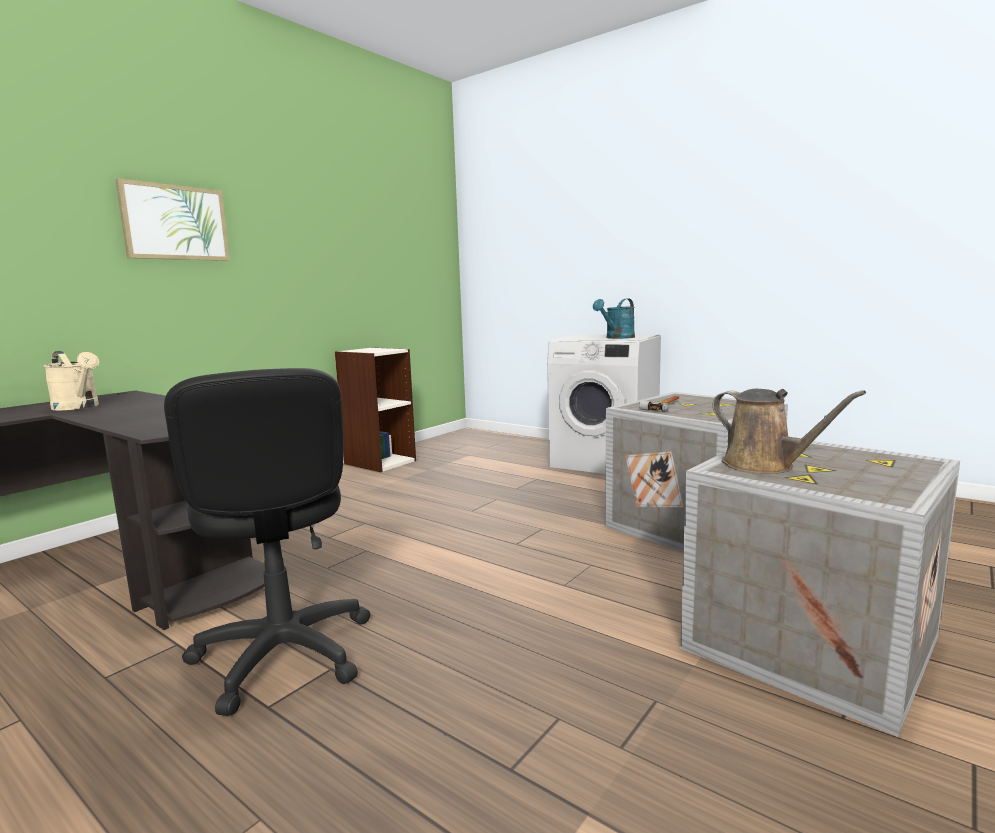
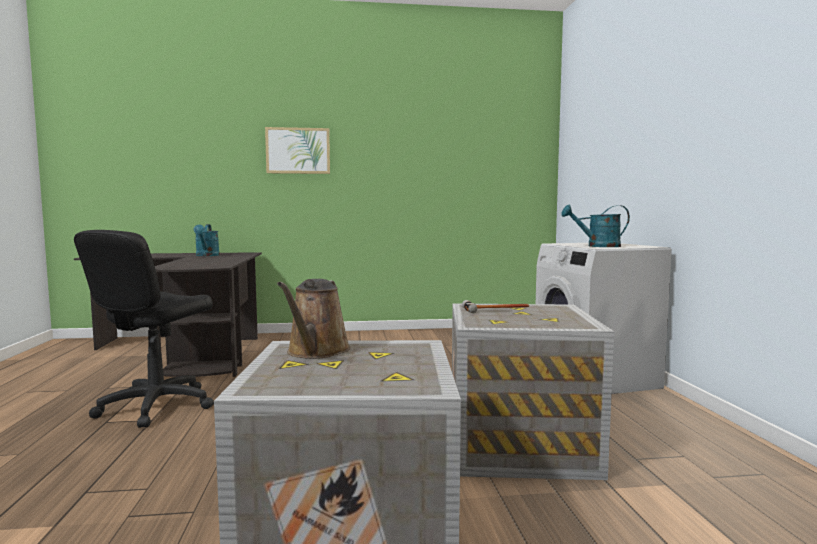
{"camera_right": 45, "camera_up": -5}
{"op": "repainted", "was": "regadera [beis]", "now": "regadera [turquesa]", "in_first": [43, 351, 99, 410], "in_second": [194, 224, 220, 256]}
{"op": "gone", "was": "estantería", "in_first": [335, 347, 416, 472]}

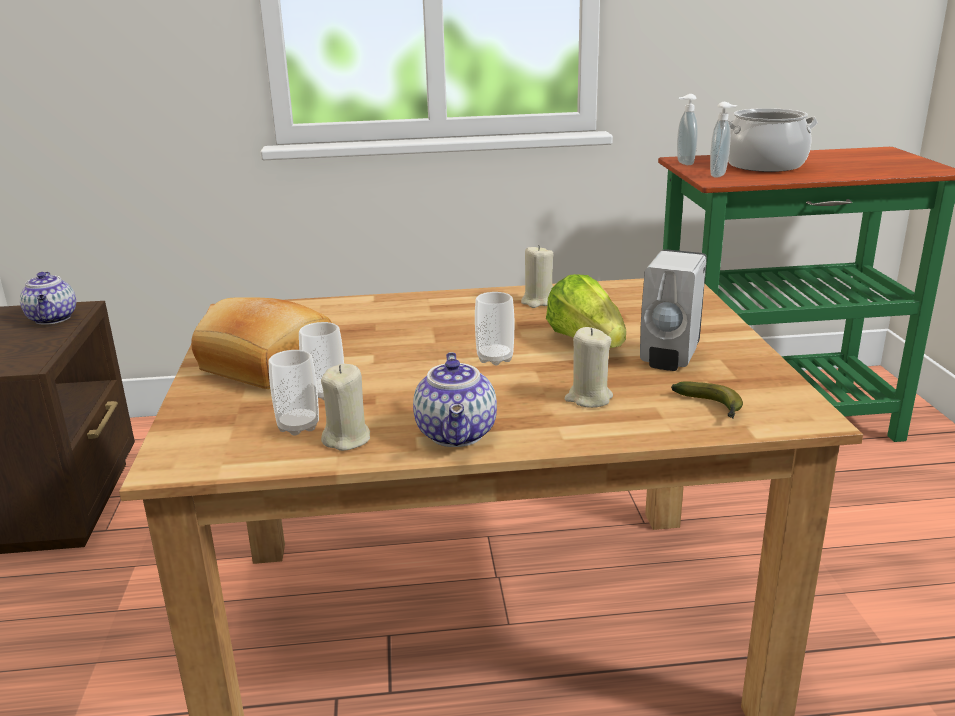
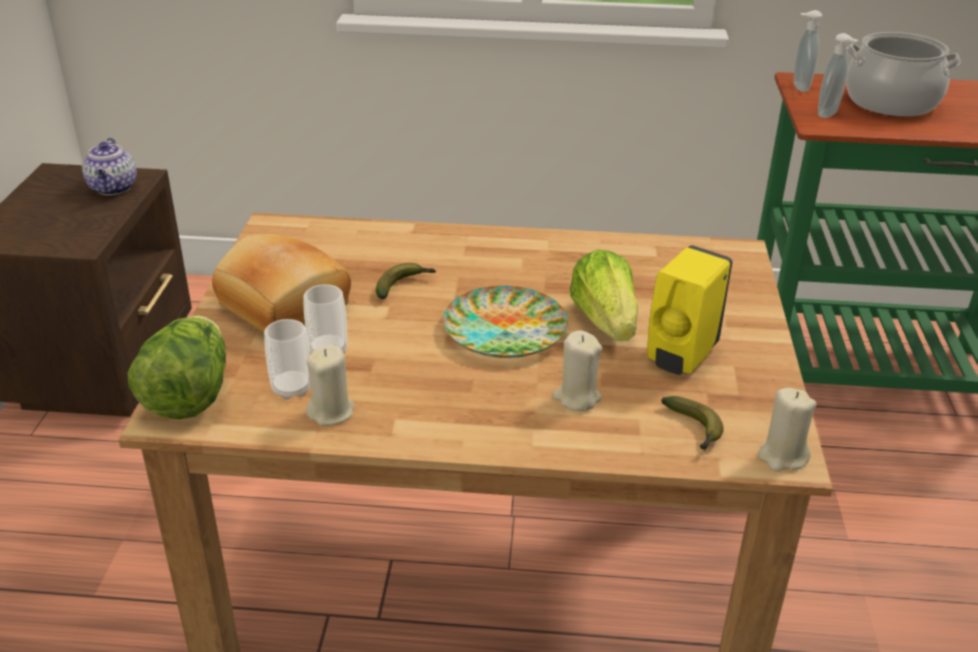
{"camera_right": 10, "camera_up": 10}
{"op": "gone", "was": "tetera", "in_first": [413, 352, 497, 447]}
{"op": "swapped", "was": "taza", "now": "plato", "in_first": [475, 292, 514, 365], "in_second": [443, 286, 568, 358]}
{"op": "shifted", "was": "vela [beis]", "in_first": [521, 245, 553, 308], "in_second": [758, 388, 816, 472]}
{"op": "repainted", "was": "dispensador de jabón [blanco]", "now": "dispensador de jabón [amarillo]", "in_first": [640, 249, 707, 371], "in_second": [647, 245, 732, 375]}
{"op": "new", "now": "lechuga", "in_second": [127, 316, 226, 419]}
{"op": "new", "now": "plátano", "in_second": [376, 263, 436, 299]}

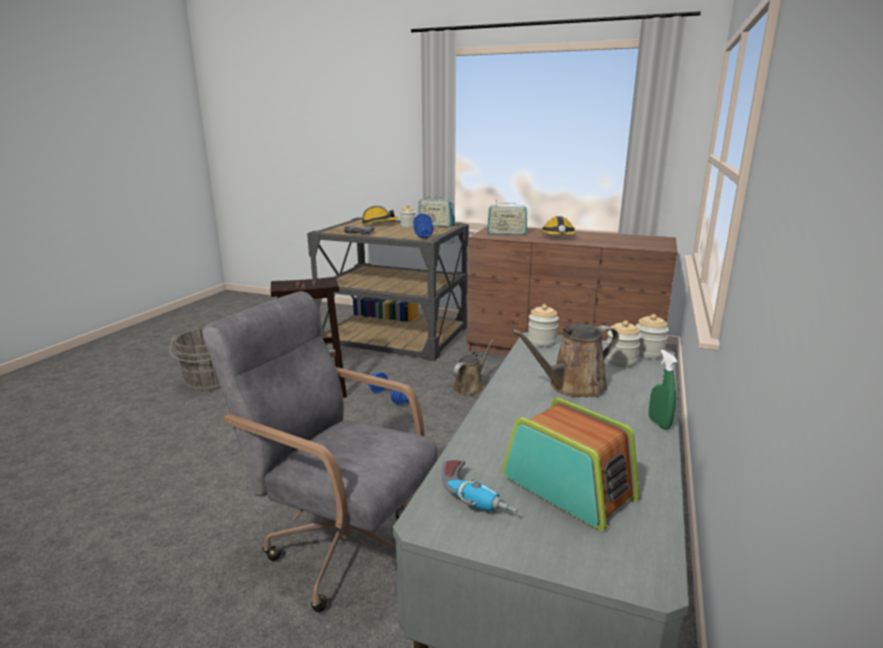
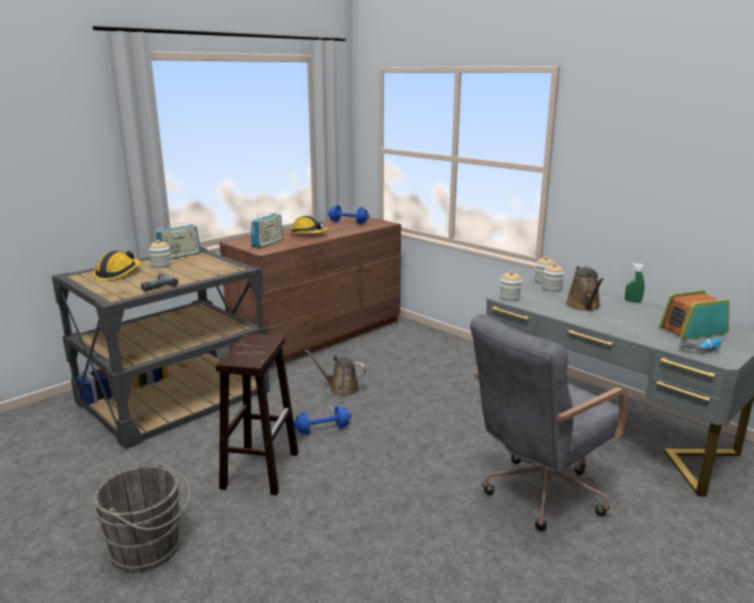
{"camera_right": -65, "camera_up": 0}
{"op": "shifted", "was": "mancuerna [azul]", "in_first": [414, 214, 433, 238], "in_second": [328, 205, 369, 224]}
{"op": "rotated", "was": "regadera [marrón]", "in_first": [453, 340, 494, 395], "in_second": [305, 350, 366, 396], "clockwise": -45}

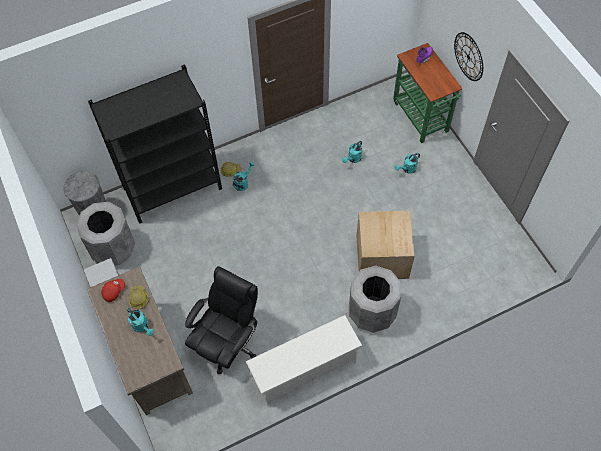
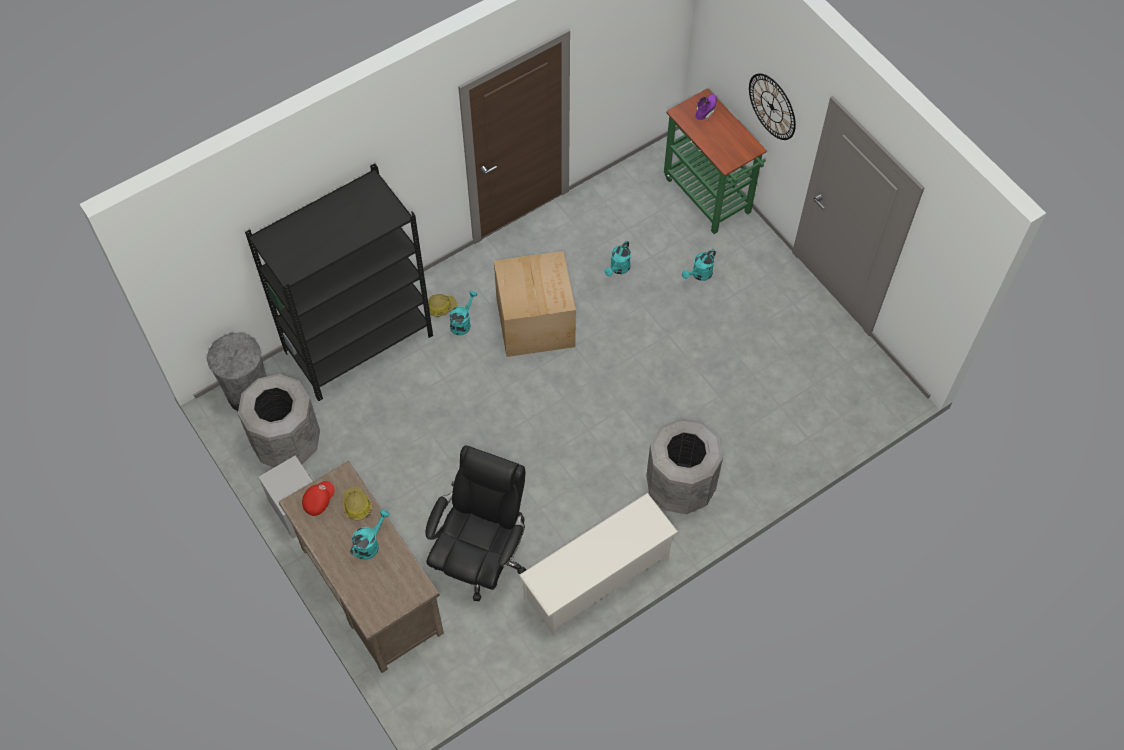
{"camera_right": -10, "camera_up": 0}
{"op": "rotated", "was": "regadera [turquesa]", "in_first": [127, 308, 154, 336], "in_second": [350, 510, 390, 560], "clockwise": -90}
{"op": "shifted", "was": "caja de cartón", "in_first": [356, 211, 415, 279], "in_second": [494, 251, 576, 357]}

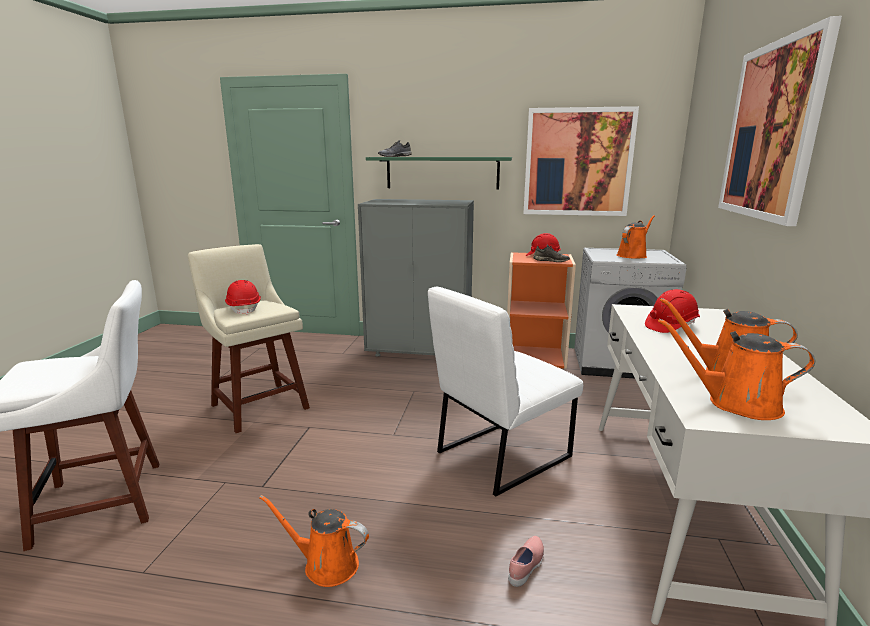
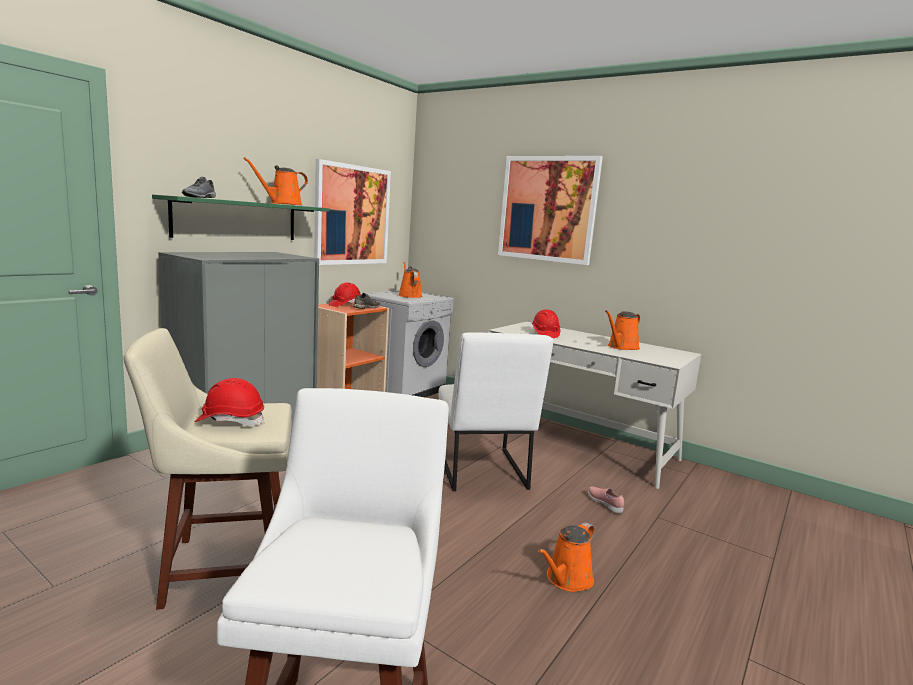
{"camera_right": -65, "camera_up": -5}
{"op": "shifted", "was": "regadera [naranja]", "in_first": [658, 319, 815, 420], "in_second": [243, 157, 308, 205]}

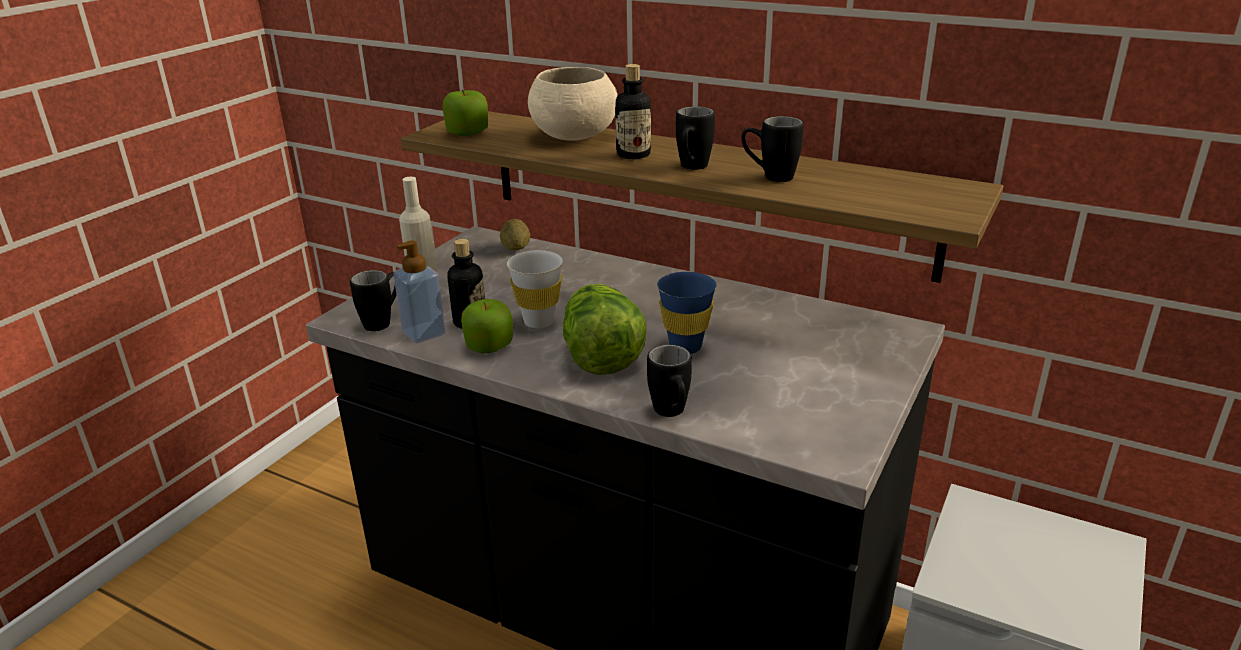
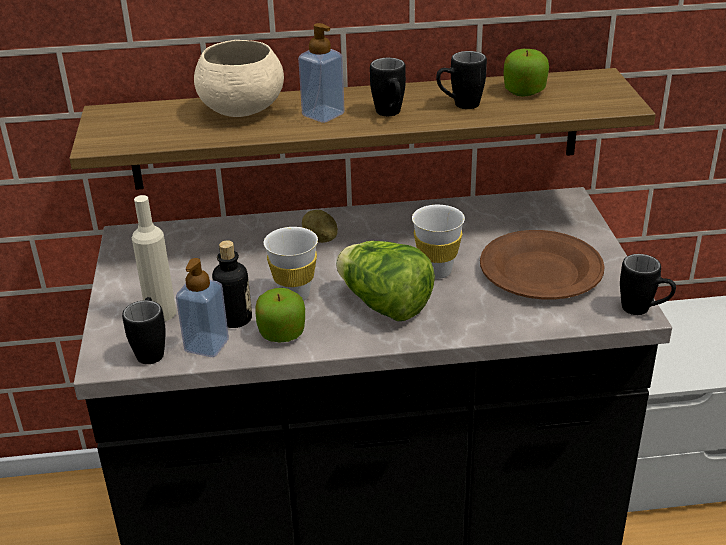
{"camera_right": -35, "camera_up": 5}
{"op": "shifted", "was": "manzana", "in_first": [443, 89, 488, 136], "in_second": [503, 49, 549, 97]}
{"op": "shifted", "was": "patata", "in_first": [500, 219, 530, 250], "in_second": [302, 210, 338, 243]}
{"op": "swapped", "was": "botella", "now": "dispensador de jabón", "in_first": [615, 64, 651, 159], "in_second": [298, 23, 345, 123]}
{"op": "shifted", "was": "taza grande [negro]", "in_first": [647, 345, 692, 417], "in_second": [620, 254, 676, 315]}
{"op": "repainted", "was": "taza [azul]", "now": "taza [blanco]", "in_first": [657, 272, 716, 354], "in_second": [412, 205, 465, 279]}
{"op": "new", "now": "plato [marrón]", "in_second": [480, 230, 604, 300]}

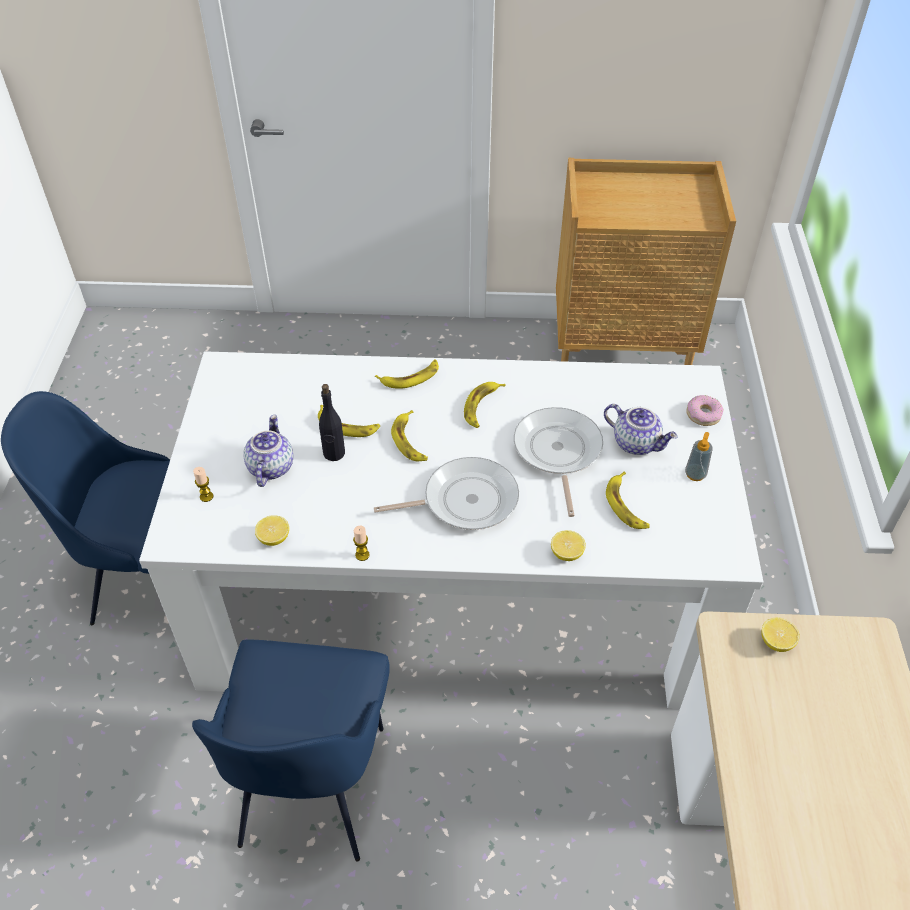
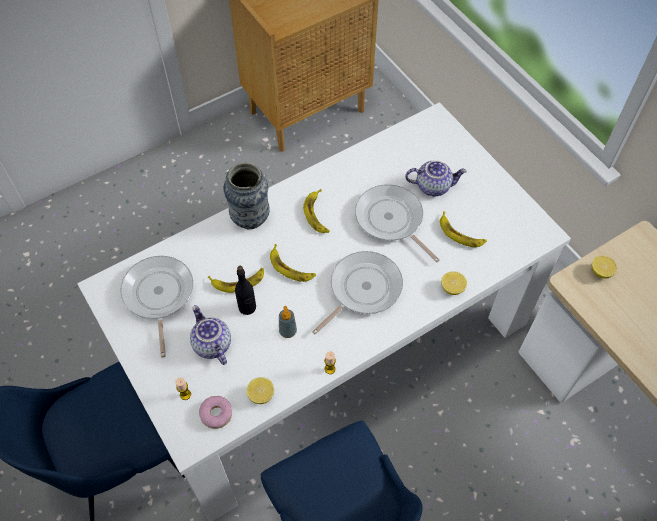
{"camera_right": -35, "camera_up": 10}
{"op": "swapped", "was": "plátano", "now": "florero", "in_first": [375, 359, 439, 389], "in_second": [223, 163, 270, 229]}
{"op": "shifted", "was": "dispensador de jabón", "in_first": [685, 432, 713, 481], "in_second": [279, 306, 297, 338]}
{"op": "shifted", "was": "rosquilla", "in_first": [686, 395, 723, 426], "in_second": [199, 396, 232, 429]}
{"op": "new", "now": "sartén", "in_second": [120, 256, 193, 358]}

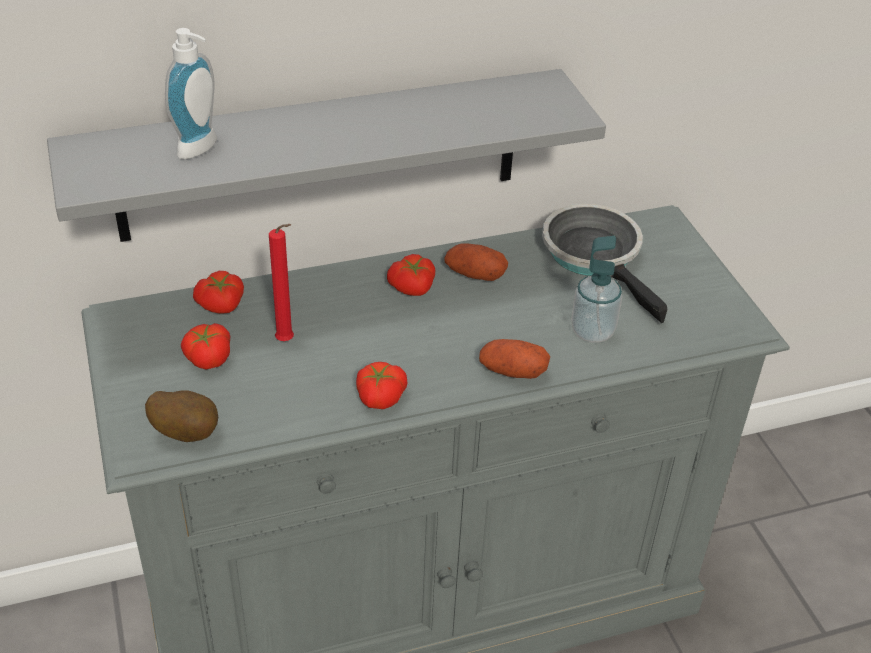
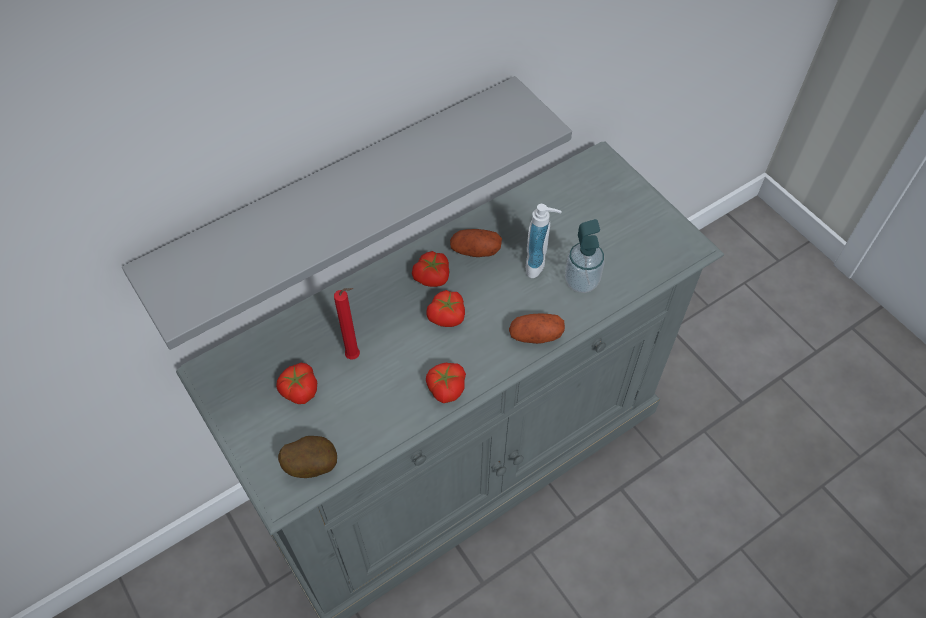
{"camera_right": -15, "camera_up": 15}
{"op": "shifted", "was": "dispensador de jabón", "in_first": [165, 28, 217, 159], "in_second": [526, 204, 562, 278]}
{"op": "shifted", "was": "tomate", "in_first": [193, 271, 244, 313], "in_second": [426, 290, 465, 327]}
{"op": "gone", "was": "sartén", "in_first": [542, 204, 668, 323]}

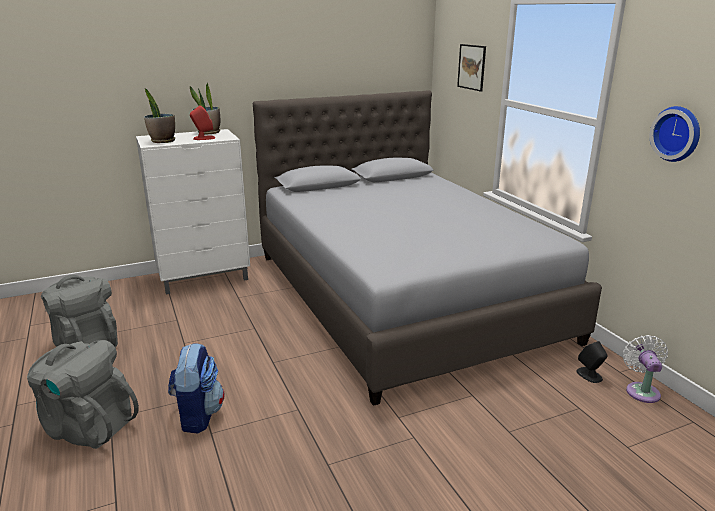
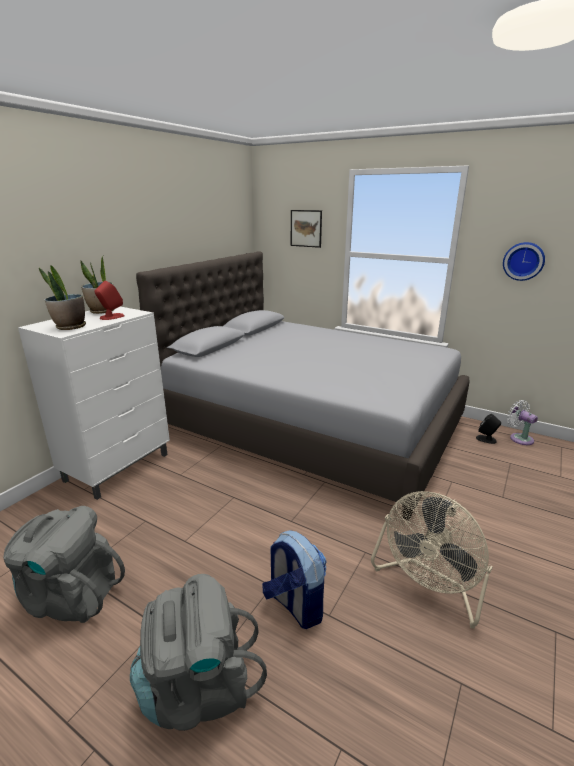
{"camera_right": -35, "camera_up": 0}
{"op": "new", "now": "ventilador [beis]", "in_second": [371, 491, 493, 629]}

